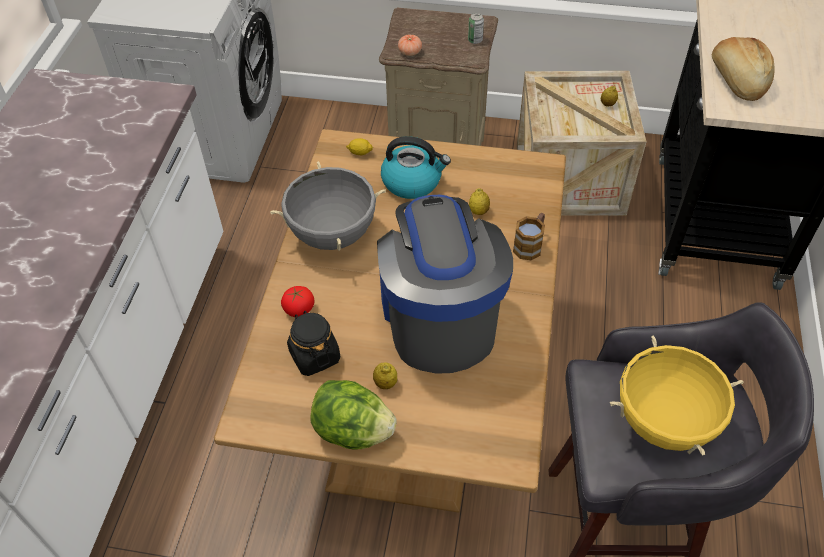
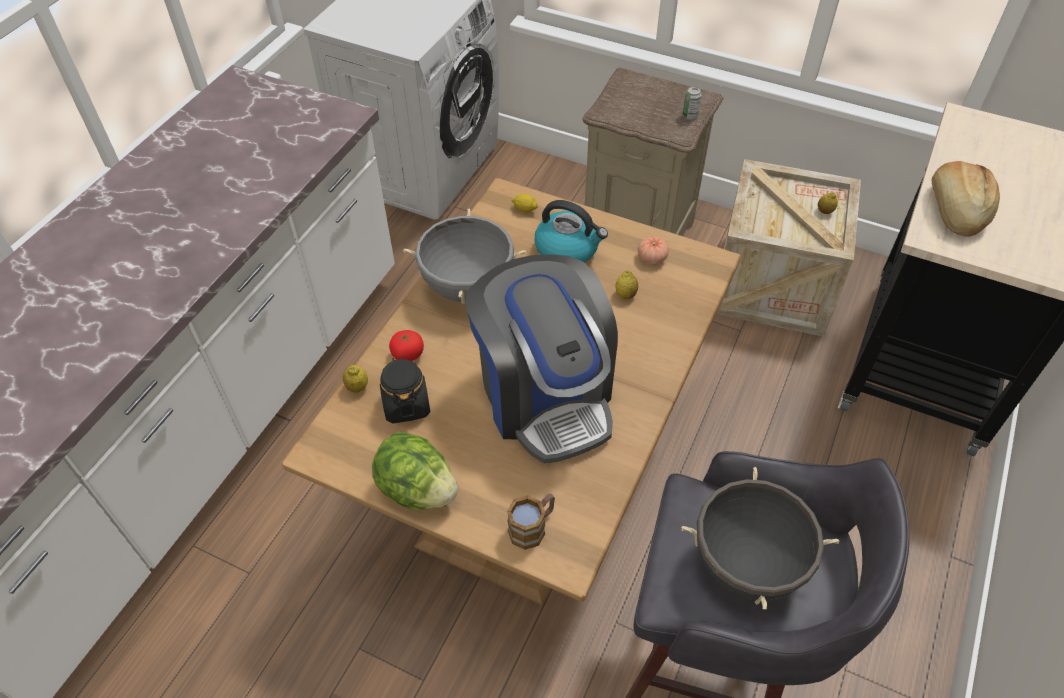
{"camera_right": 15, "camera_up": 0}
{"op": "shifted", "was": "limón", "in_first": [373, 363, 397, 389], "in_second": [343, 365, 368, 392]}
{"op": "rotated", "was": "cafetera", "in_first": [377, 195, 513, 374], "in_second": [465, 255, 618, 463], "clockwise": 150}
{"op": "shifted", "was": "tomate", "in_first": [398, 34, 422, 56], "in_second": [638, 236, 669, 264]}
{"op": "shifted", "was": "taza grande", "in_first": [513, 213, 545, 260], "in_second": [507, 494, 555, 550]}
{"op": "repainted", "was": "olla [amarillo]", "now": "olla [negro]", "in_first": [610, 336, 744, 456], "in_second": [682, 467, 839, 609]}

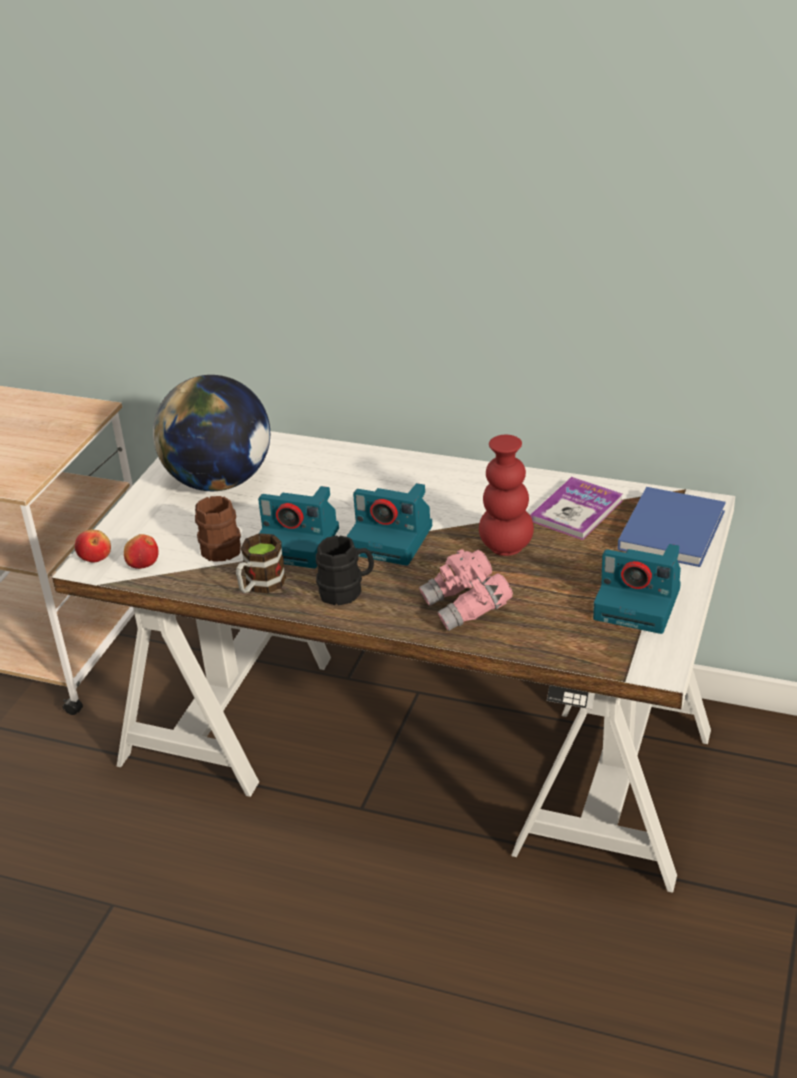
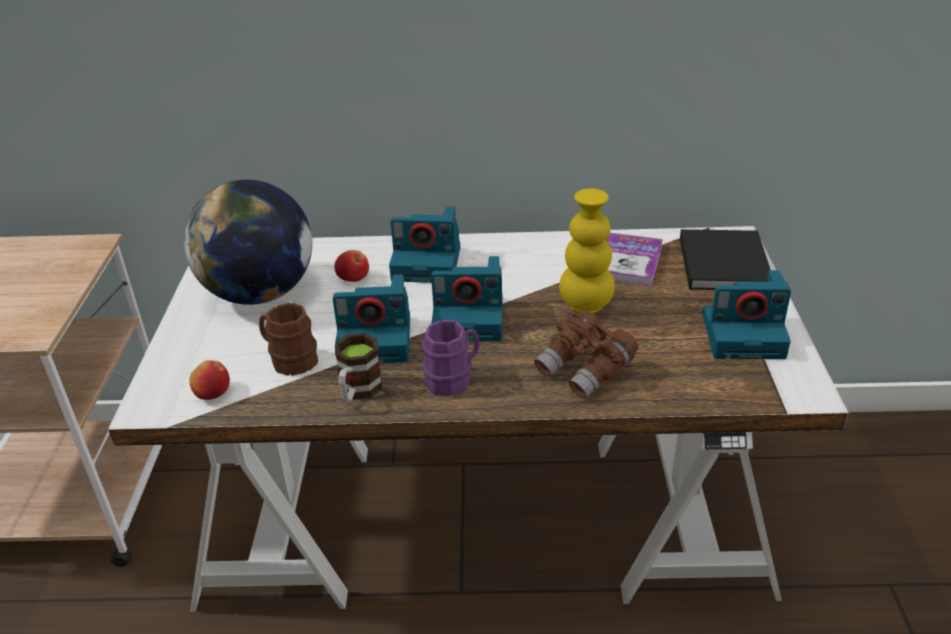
{"camera_right": -20, "camera_up": 0}
{"op": "shifted", "was": "manzana", "in_first": [75, 530, 111, 563], "in_second": [334, 250, 369, 282]}
{"op": "repainted", "was": "taza grande [negro]", "now": "taza grande [morado]", "in_first": [316, 535, 374, 605], "in_second": [422, 320, 480, 396]}
{"op": "repainted", "was": "prismáticos [rosa]", "now": "prismáticos [marrón]", "in_first": [419, 550, 513, 631], "in_second": [534, 310, 638, 399]}
{"op": "repainted", "was": "florero [rojo]", "now": "florero [amarillo]", "in_first": [479, 435, 534, 556], "in_second": [559, 188, 615, 313]}
{"op": "repainted", "was": "libro [azul]", "now": "libro [negro]", "in_first": [618, 487, 726, 567], "in_second": [680, 229, 771, 290]}
{"op": "new", "now": "cámara", "in_second": [389, 207, 460, 283]}

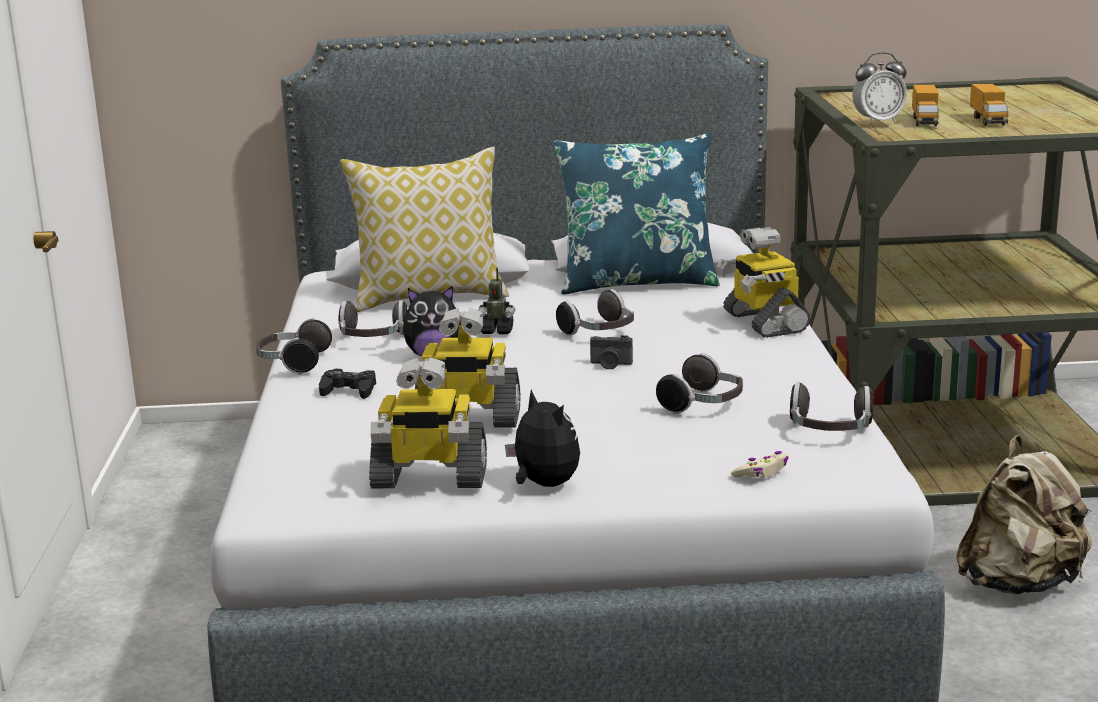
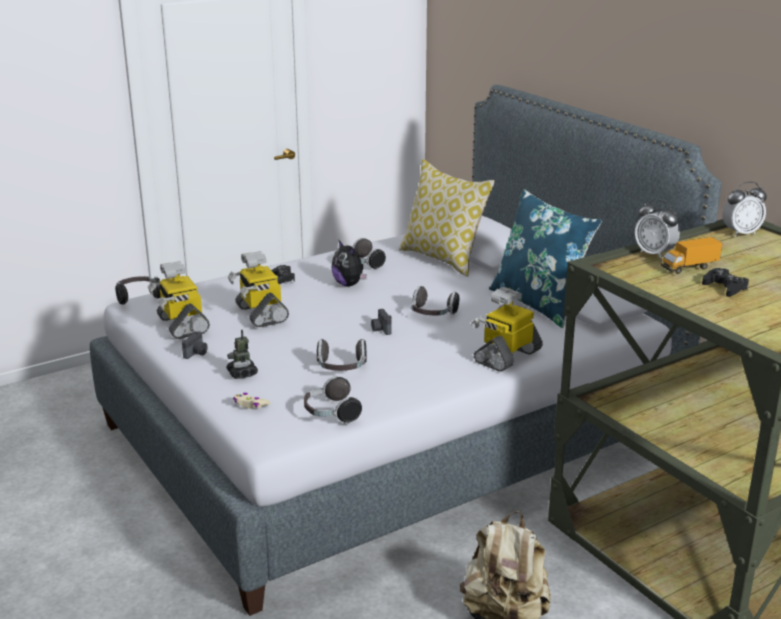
{"camera_right": 60, "camera_up": 5}
{"op": "shifted", "was": "auriculares", "in_first": [256, 318, 332, 375], "in_second": [115, 276, 161, 305]}
{"op": "shifted", "was": "robot de juguete", "in_first": [478, 267, 515, 334], "in_second": [226, 330, 258, 379]}
{"op": "swapped", "was": "peluche", "now": "cámara", "in_first": [505, 389, 580, 487], "in_second": [182, 331, 208, 359]}
{"op": "swapped", "was": "camión de juguete", "now": "mando de consola [negro]", "in_first": [970, 83, 1008, 126], "in_second": [702, 268, 749, 297]}
{"op": "new", "now": "despertador", "in_second": [722, 182, 767, 237]}

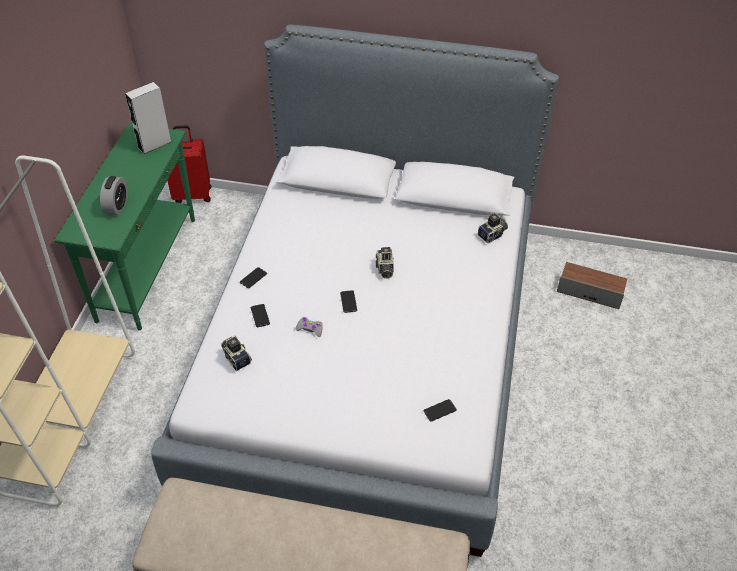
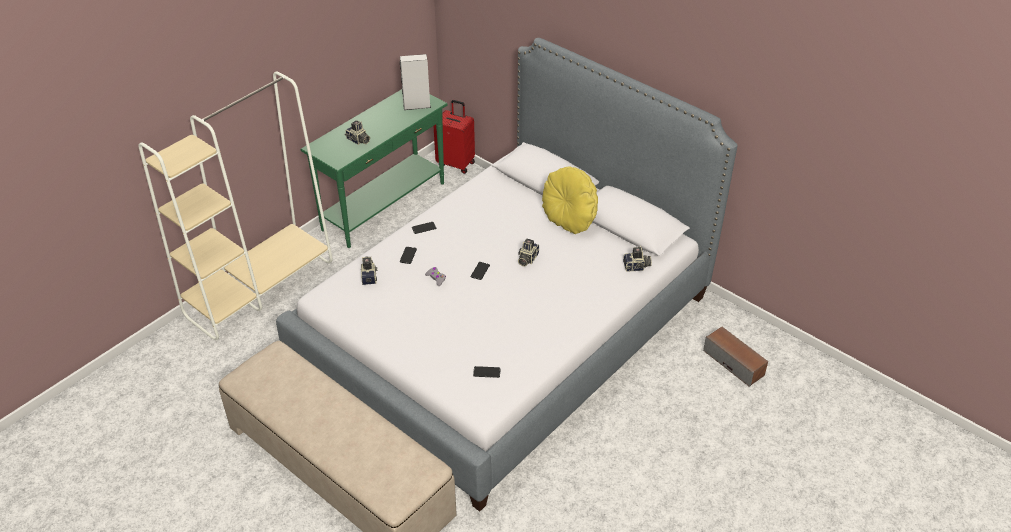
{"camera_right": 30, "camera_up": -5}
{"op": "swapped", "was": "despertador", "now": "cámara", "in_first": [100, 176, 128, 215], "in_second": [345, 120, 370, 145]}
{"op": "new", "now": "cojín [amarillo]", "in_second": [542, 166, 598, 234]}

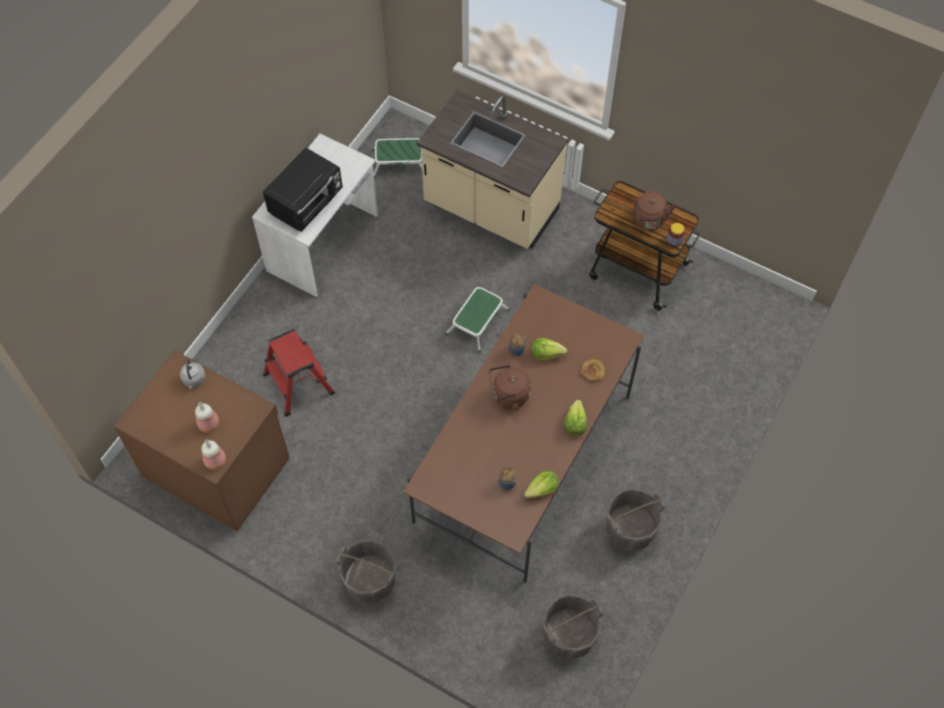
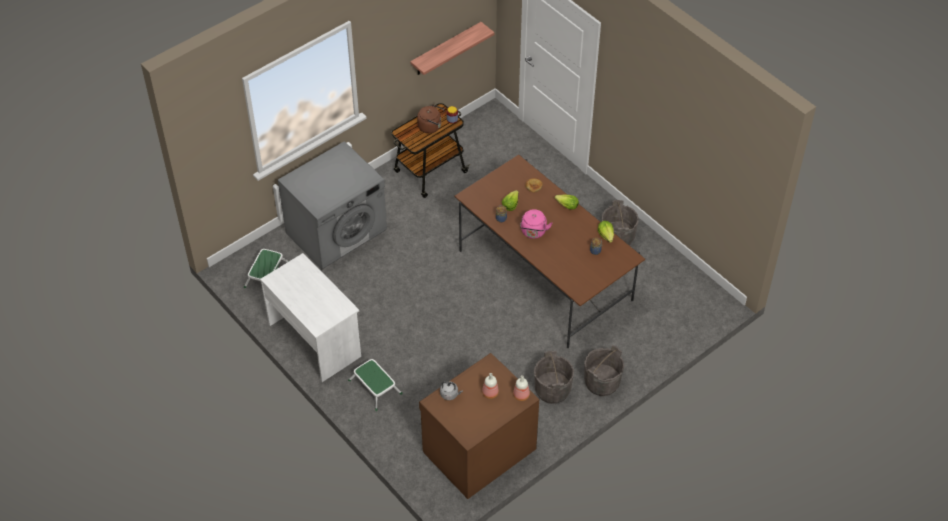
{"camera_right": -70, "camera_up": -10}
{"op": "gone", "was": "microondas [negro]", "in_first": [263, 147, 343, 232]}
{"op": "gone", "was": "escalera de tijera [rojo]", "in_first": [263, 329, 335, 417]}
{"op": "swapped", "was": "mueble bajo de cocina [beis]", "now": "lavadora [gris]", "in_first": [417, 90, 568, 249], "in_second": [278, 141, 387, 269]}
{"op": "shifted", "was": "escalera de tijera [verde]", "in_first": [445, 287, 510, 354], "in_second": [348, 359, 403, 411]}
{"op": "repainted", "was": "hervidor [marrón]", "now": "hervidor [rosa]", "in_first": [489, 365, 531, 410], "in_second": [520, 209, 552, 239]}
{"op": "shifted", "was": "cubo [gris]", "in_first": [543, 594, 603, 659], "in_second": [534, 351, 574, 404]}
{"op": "new", "now": "estante", "in_second": [410, 22, 495, 75]}

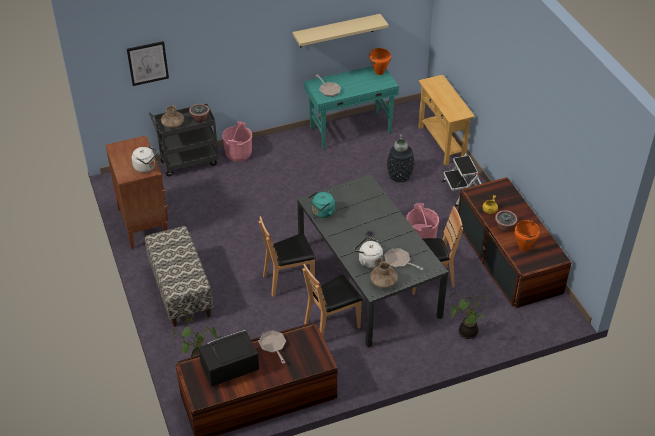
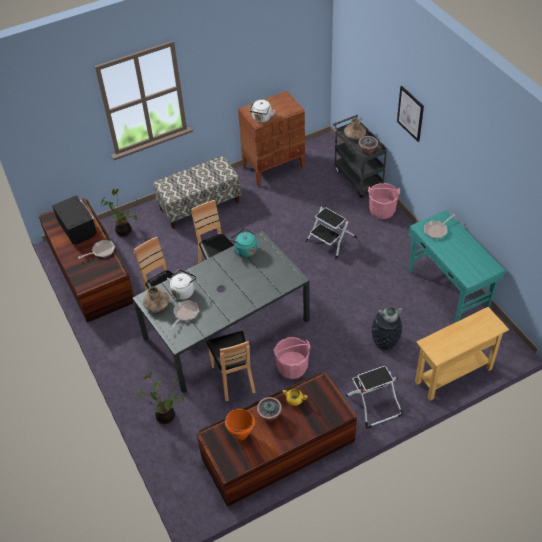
{"camera_right": 85, "camera_up": 5}
{"op": "shifted", "was": "cuadro", "in_first": [127, 41, 169, 86], "in_second": [397, 86, 424, 142]}
{"op": "gone", "was": "estante [beis]", "in_first": [293, 14, 389, 47]}
{"op": "gone", "was": "olla [naranja]", "in_first": [369, 48, 391, 75]}
{"op": "new", "now": "escalera de tijera", "in_second": [306, 206, 357, 259]}

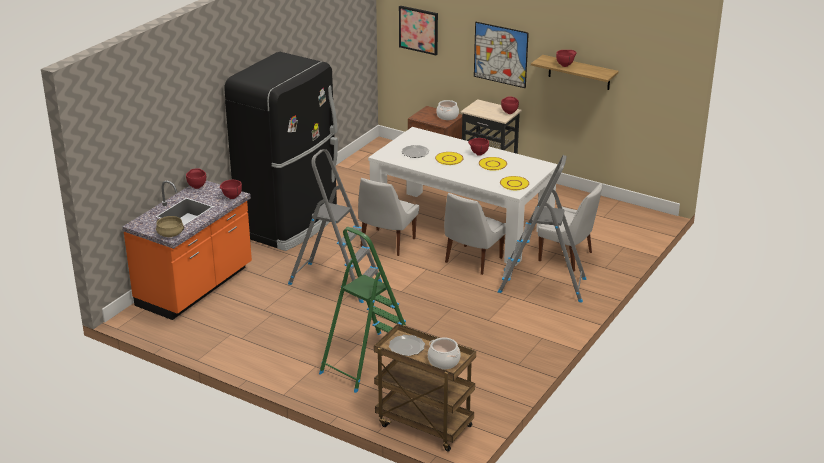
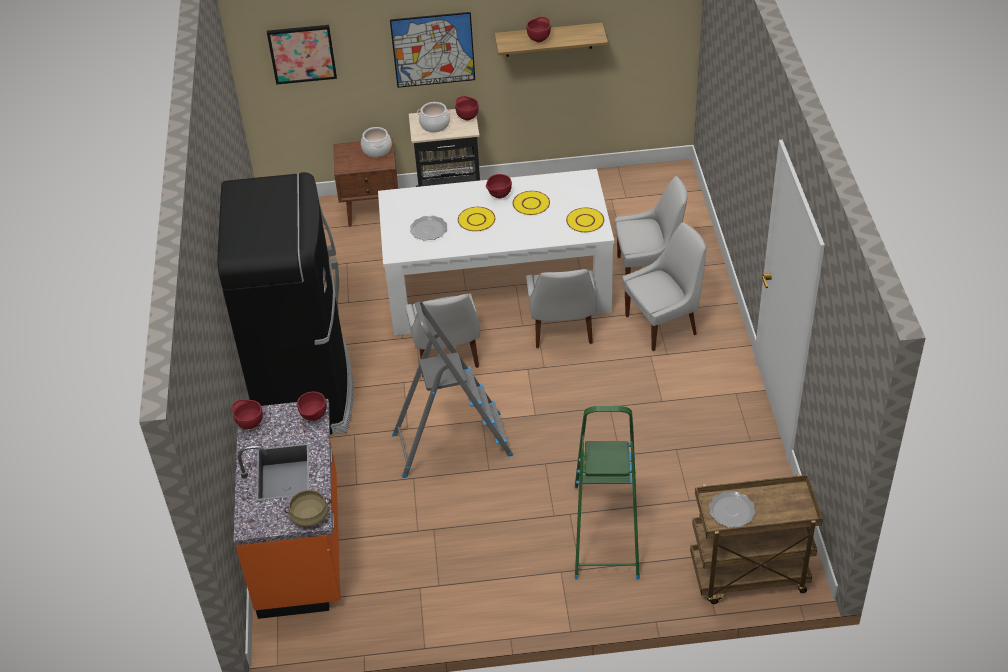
{"camera_right": -35, "camera_up": 15}
{"op": "shifted", "was": "olla", "in_first": [428, 337, 460, 370], "in_second": [417, 102, 451, 133]}
{"op": "swapped", "was": "escalera de tijera [gris]", "now": "silla [blanco]", "in_first": [498, 155, 587, 302], "in_second": [623, 222, 706, 351]}

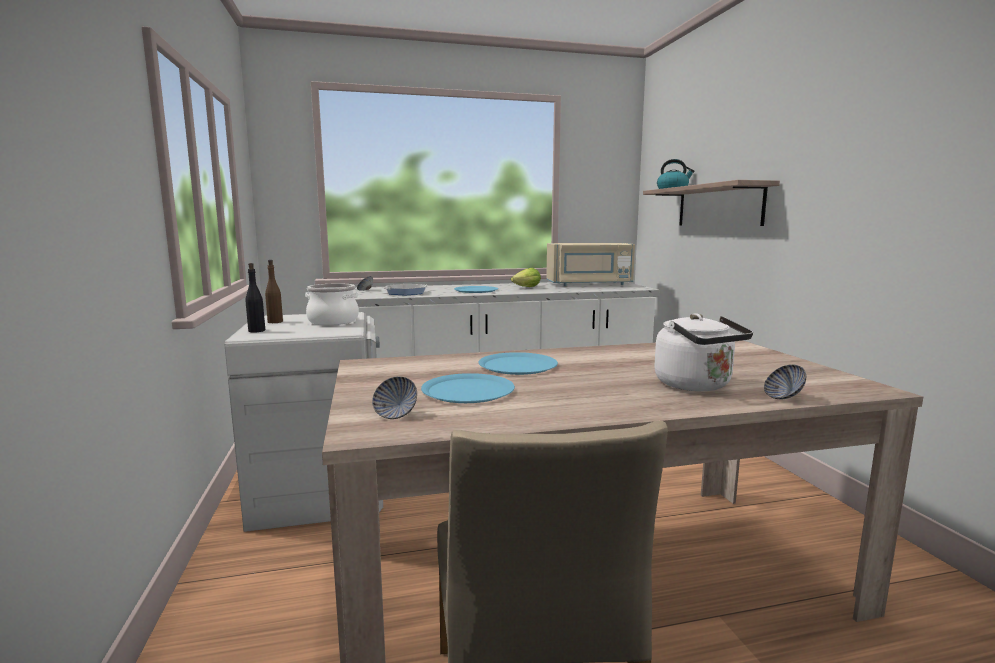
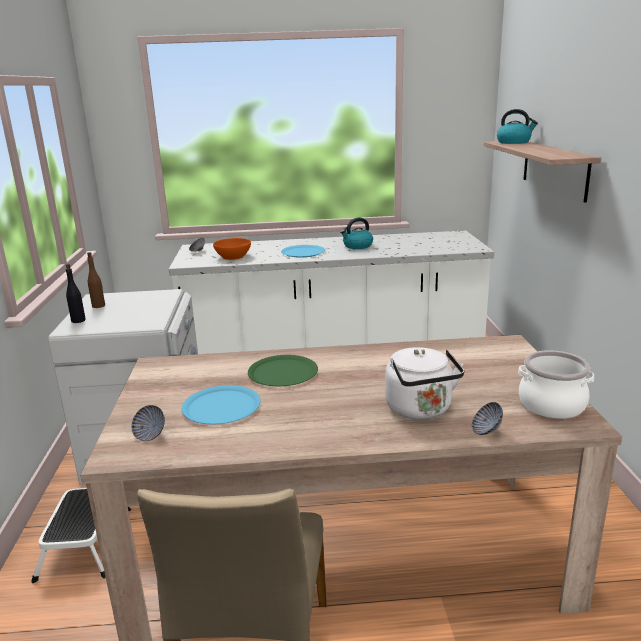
{"camera_right": 10, "camera_up": 10}
{"op": "shifted", "was": "olla", "in_first": [305, 283, 359, 325], "in_second": [518, 350, 594, 419]}
{"op": "swapped", "was": "sartén", "now": "cuenco [naranja]", "in_first": [383, 284, 428, 295], "in_second": [213, 238, 251, 260]}
{"op": "repainted", "was": "plato [azul]", "now": "plato [verde]", "in_first": [478, 352, 558, 375], "in_second": [248, 355, 318, 386]}
{"op": "swapped", "was": "lechuga", "now": "hervidor", "in_first": [511, 268, 541, 287], "in_second": [340, 218, 373, 249]}
{"op": "gone", "was": "microondas [beis]", "in_first": [546, 243, 635, 286]}
{"op": "new", "now": "escalera de tijera [negro]", "in_second": [31, 488, 131, 583]}

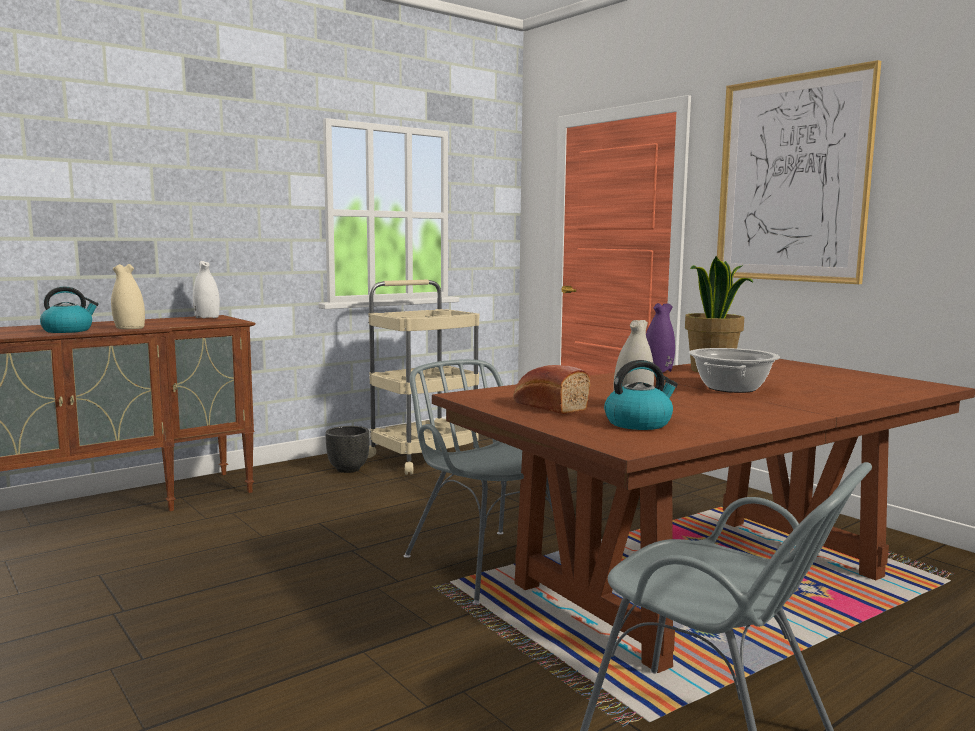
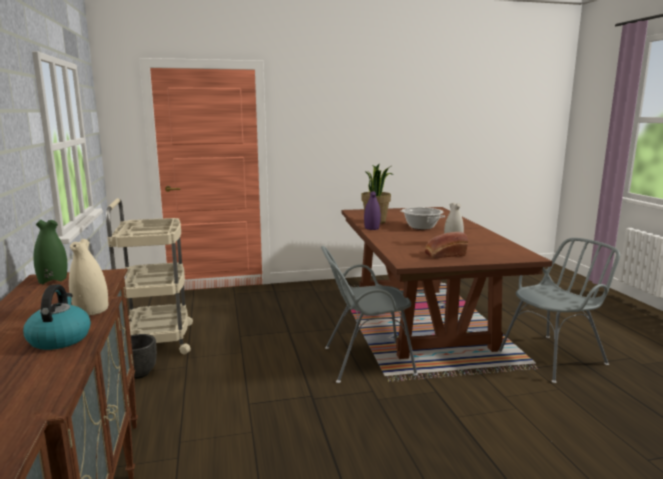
{"camera_right": -65, "camera_up": 5}
{"op": "repainted", "was": "florero [blanco]", "now": "florero [verde]", "in_first": [193, 261, 220, 318], "in_second": [34, 220, 67, 284]}
{"op": "gone", "was": "hervidor", "in_first": [604, 360, 678, 430]}
{"op": "gone", "was": "cuadro", "in_first": [717, 60, 881, 284]}

